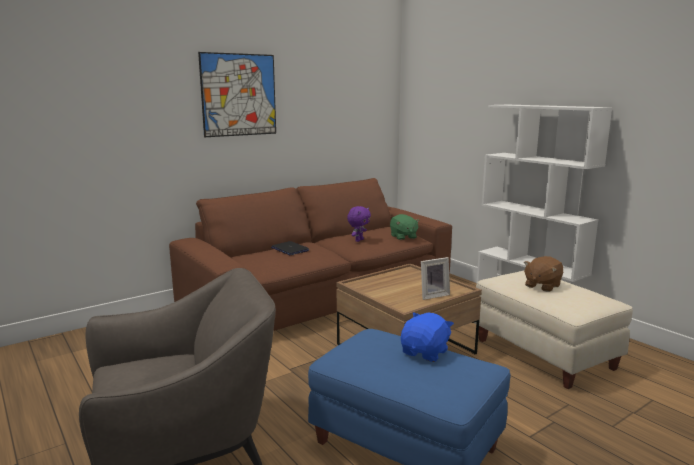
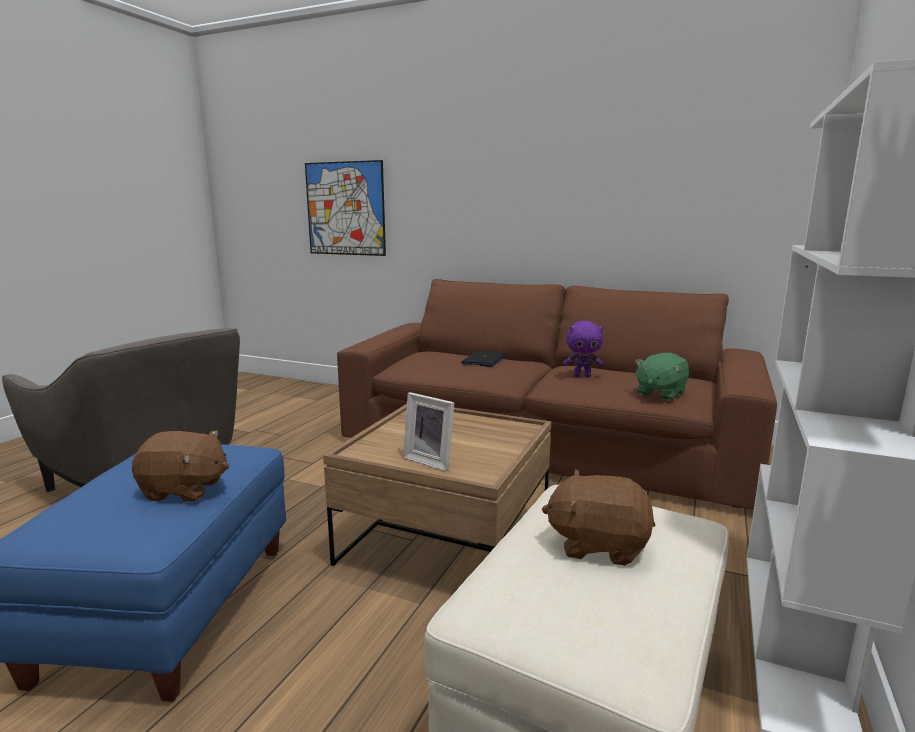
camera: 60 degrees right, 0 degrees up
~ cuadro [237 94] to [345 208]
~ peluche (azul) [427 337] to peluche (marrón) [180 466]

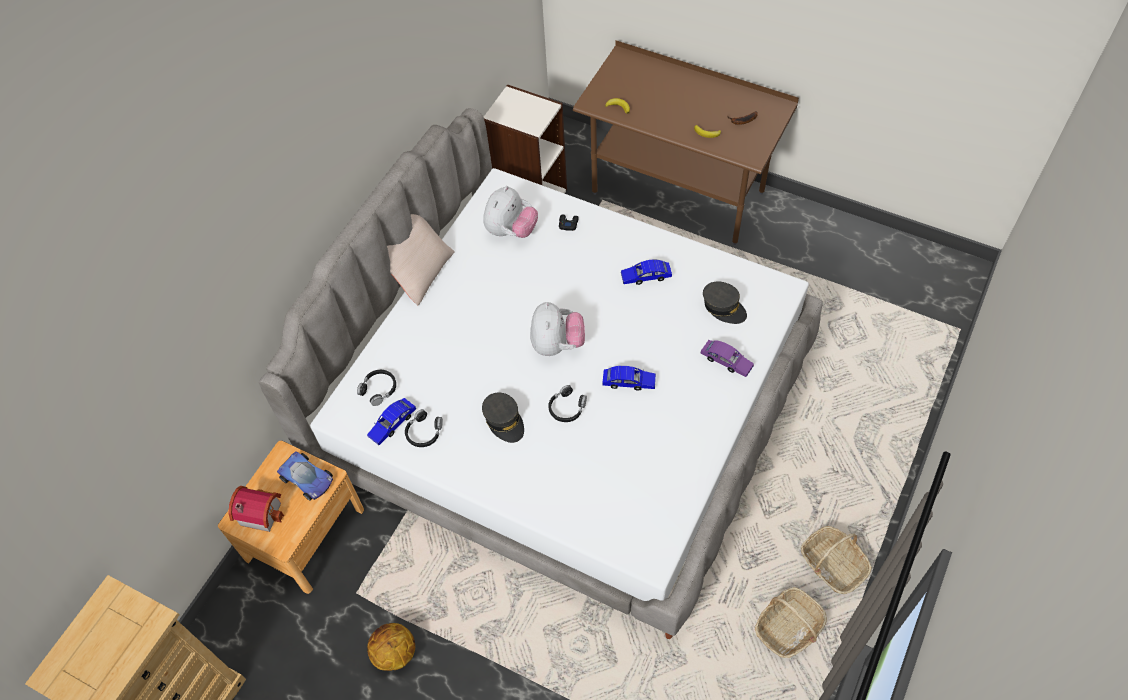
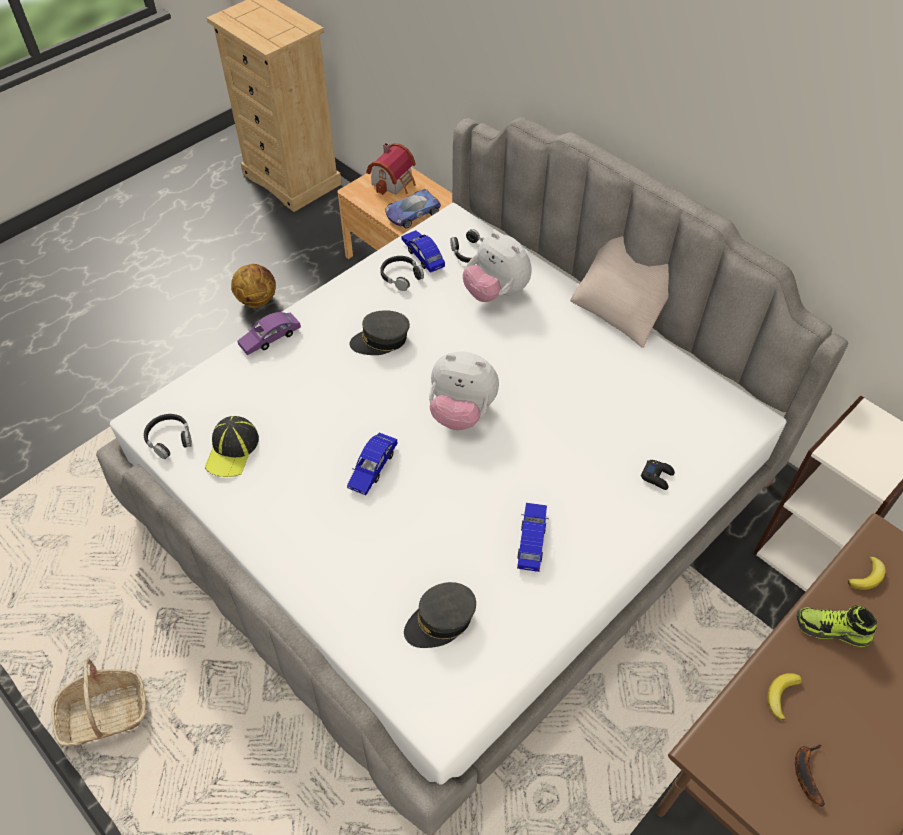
camera: 105 degrees right, 5 degrees down
~ peluche [510 212] to [497 267]
~ auriculares (negro) [567 403] to [168 436]
~ coche de juguete (morado) [727 358] to [269 333]
- cesta [791 622]
+ gorra [232 446]
+ zapato [837 626]

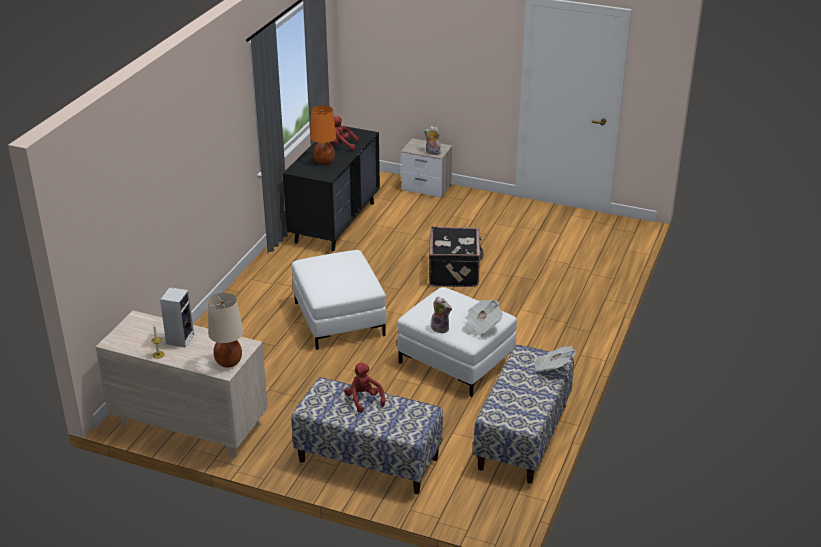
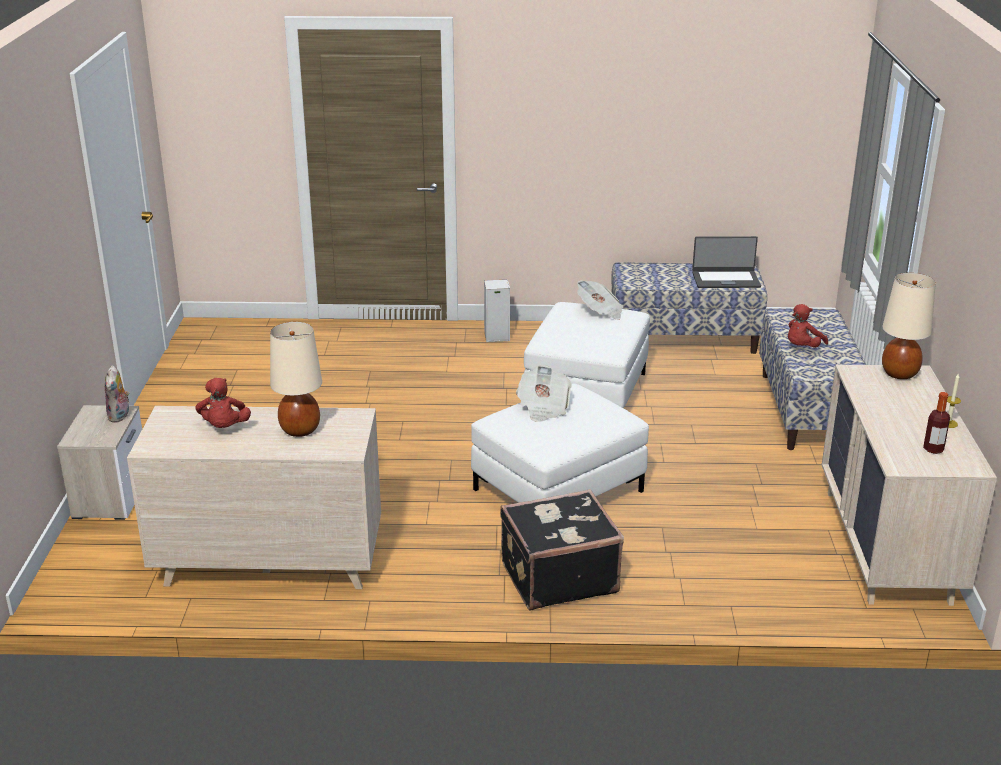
camera: 110 degrees left, 5 degrees down
~ altavoz [177 317] to [497 310]
~ cómoda (negro) [331 189] to cómoda (beis) [254 497]
~ lámpara de mesa (naranja) [323 135] to lámpara de mesa (beis) [296 379]
~ maleta (negro) [456 257] to [562 550]
- peluche [441 315]
~ periódico [555 359] to [544 393]
+ portátil [726 262]
+ botella [936 423]

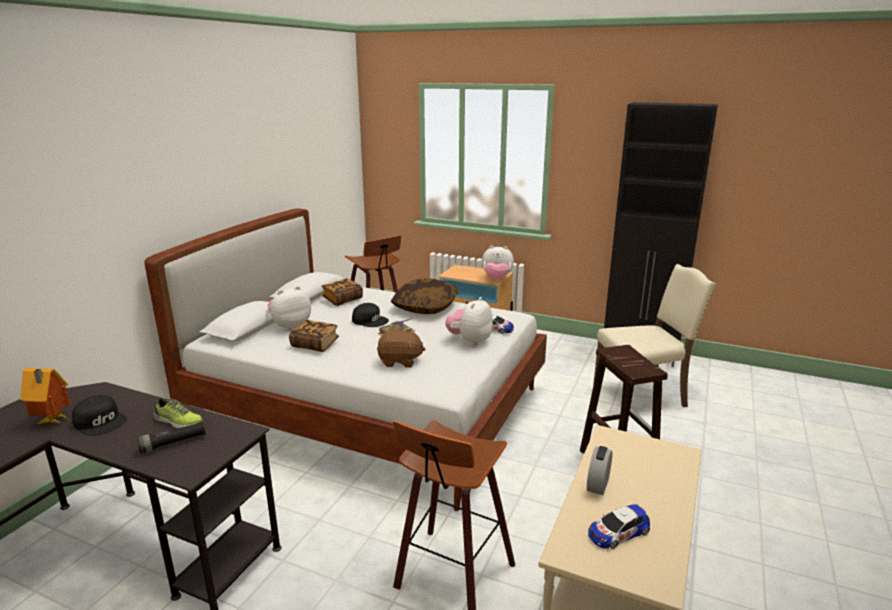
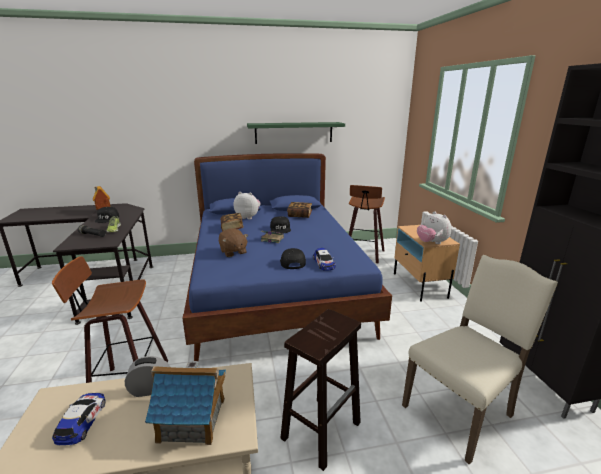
camera: 55 degrees right, 0 degrees up
~ cama (blanco) [345 359] to cama (azul) [287 257]
- cojín [424 296]
~ peluche [469 321] to gorra (negro) [293 258]
~ coche de juguete [619 526] = [79 419] 60 degrees clockwise
~ silla (beis) [654 335] = [480 359] 75 degrees counterclockwise
+ casita [185 403]
+ estante (verde) [296 133]

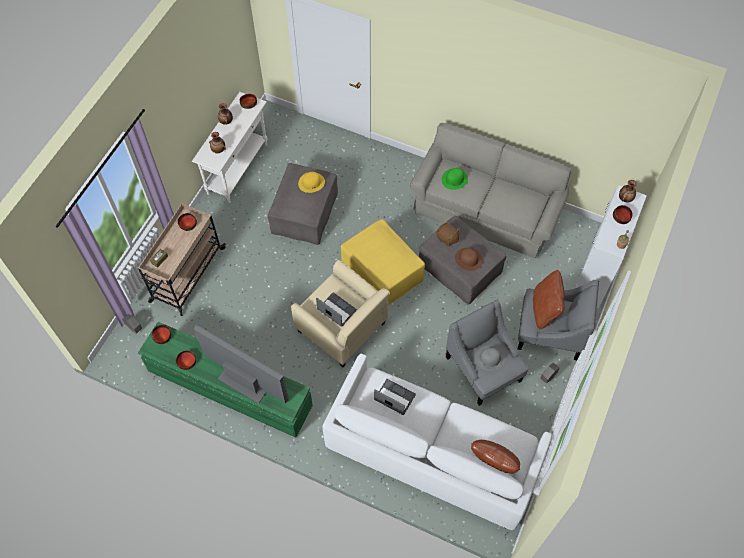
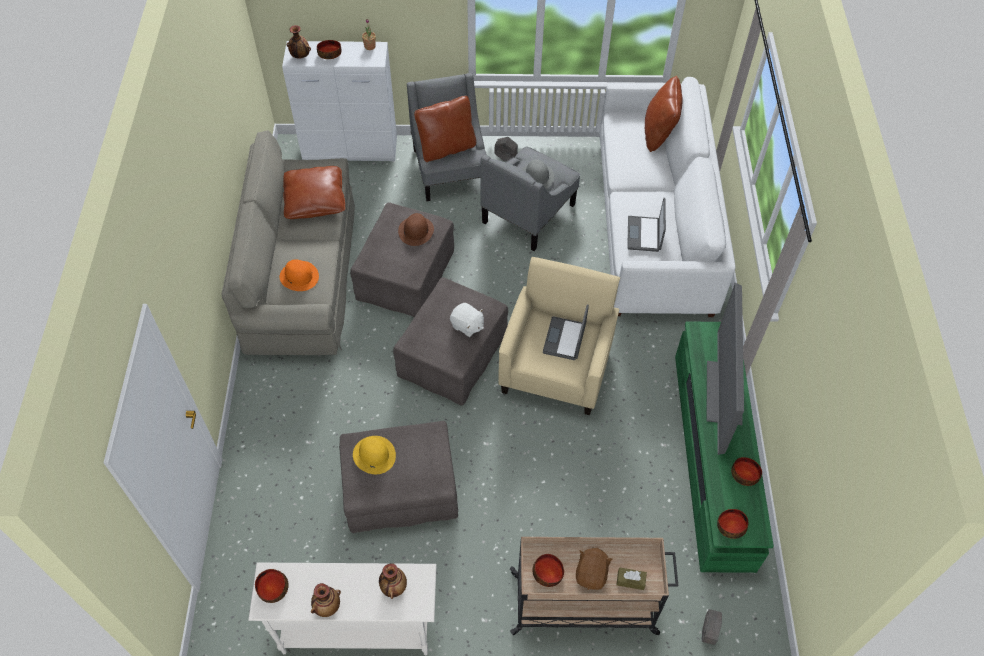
camera: 115 degrees left, 5 degrees down
~ puf (amarillo) [383 262] to puf (gris) [450 341]
~ peluche (marrón) [448 235] to [594 568]
~ sombrero (verde) [455 179] to sombrero (naranja) [299 275]
+ cojín (marrón) [314 192]
+ peluche (blanco) [467 320]

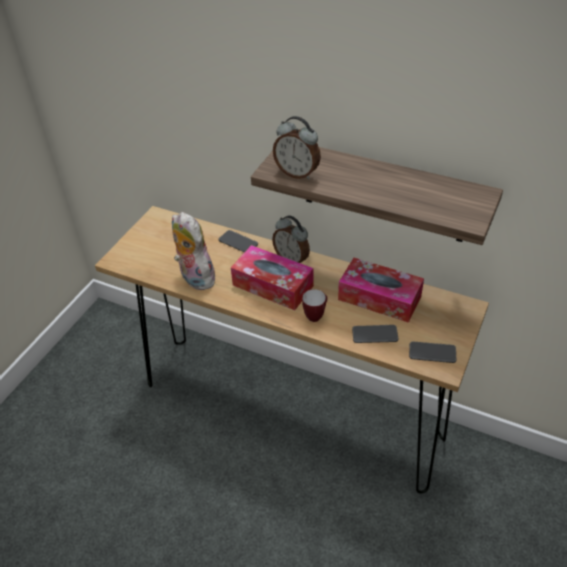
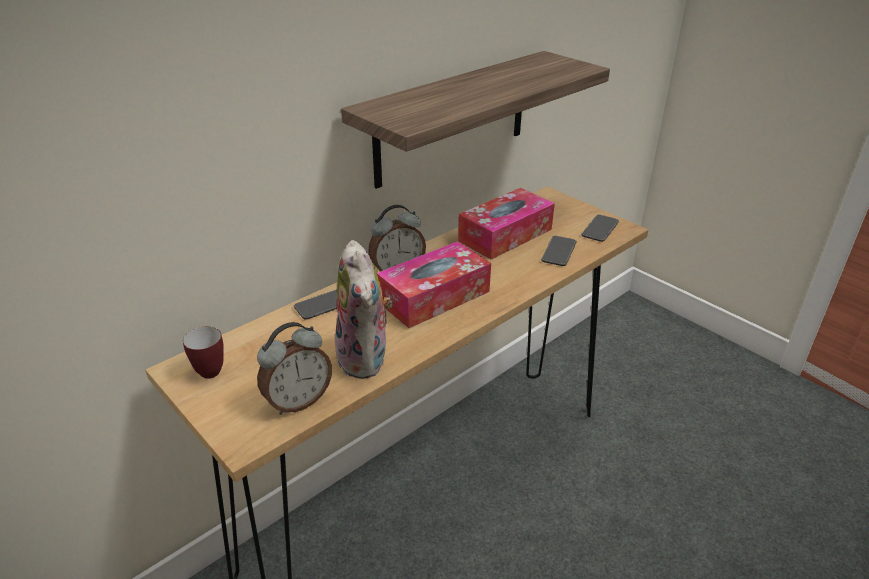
camera: 70 degrees left, 10 degrees down
~ peluche [193 251] = [364 309] 90 degrees counterclockwise
~ despertador [297 148] to [294 368]
~ taza grande [314 305] to [203 353]

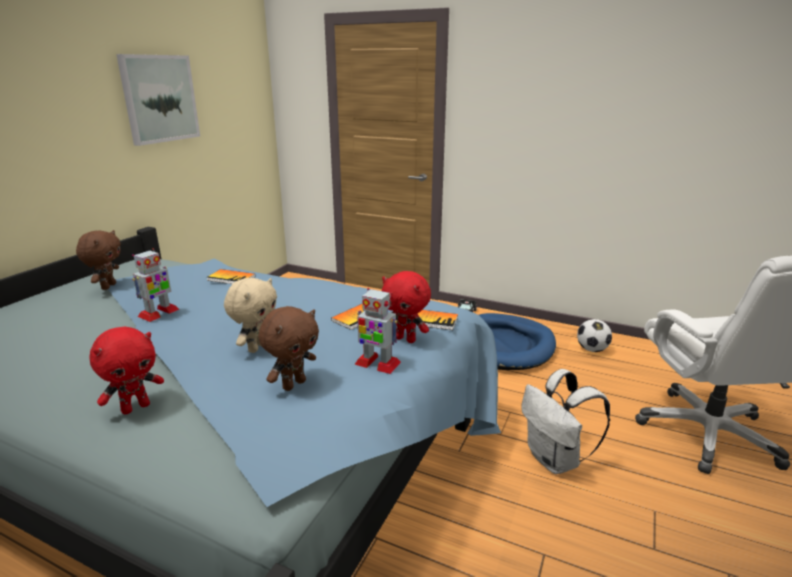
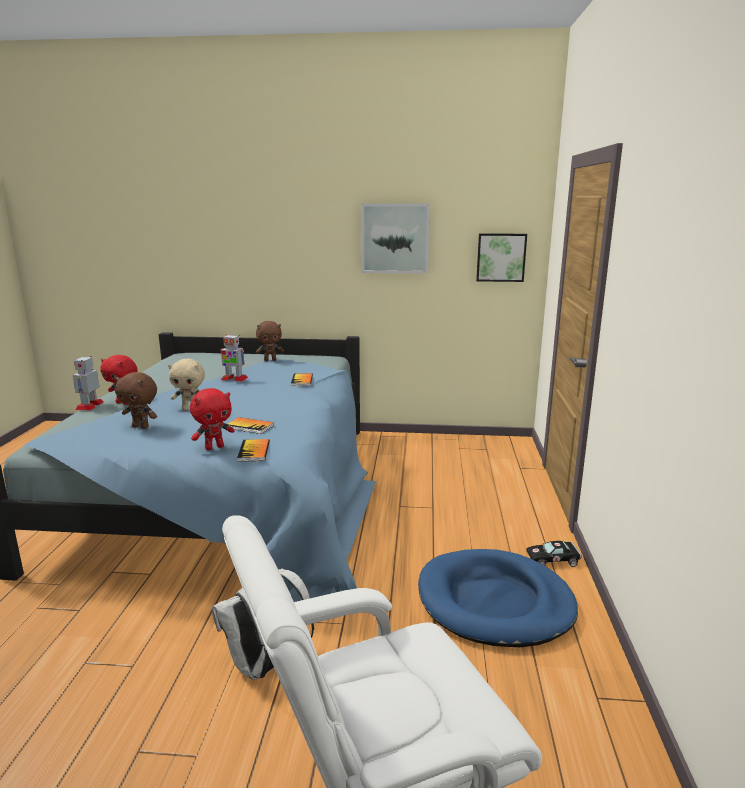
camera: 70 degrees right, 5 degrees down
~ robot de juguete [377 331] to [88 383]
~ peluche (rojo) [406 307] = [212 419] 135 degrees counterclockwise
- balón de fútbol [594 335]
+ cuadro [501 257]

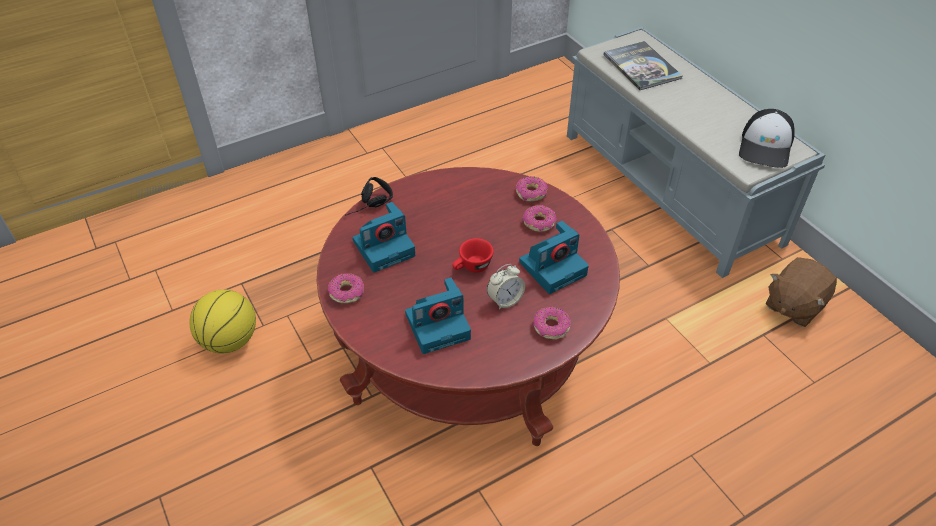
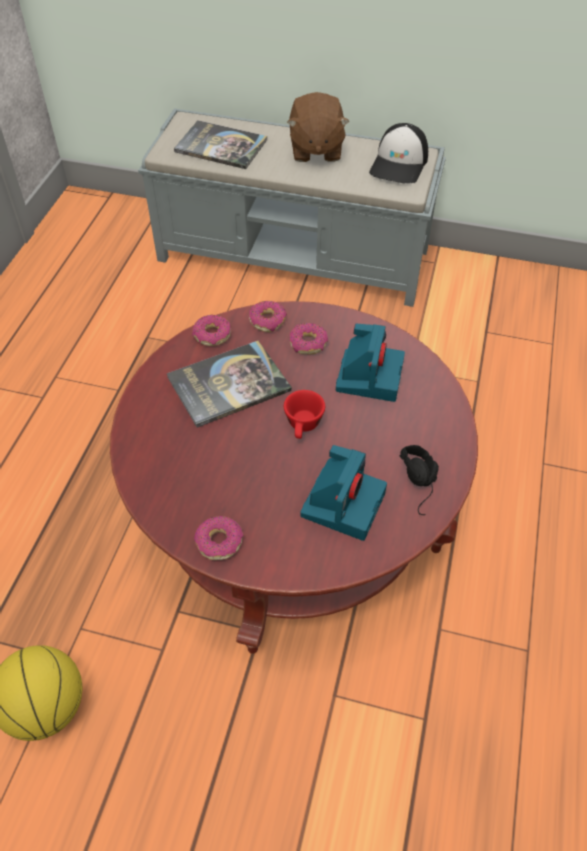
camera: 45 degrees left, 5 degrees up
~ auriculares (negro) [369 196] to [419 480]
- cámara [384 237]
- despertador [506 287]
~ rosquilla [552 323] to [211 330]
~ gorra [767 138] = [398 153] 45 degrees clockwise
~ peluche (marrón) [801 292] to [318 127]
+ libro [229 384]

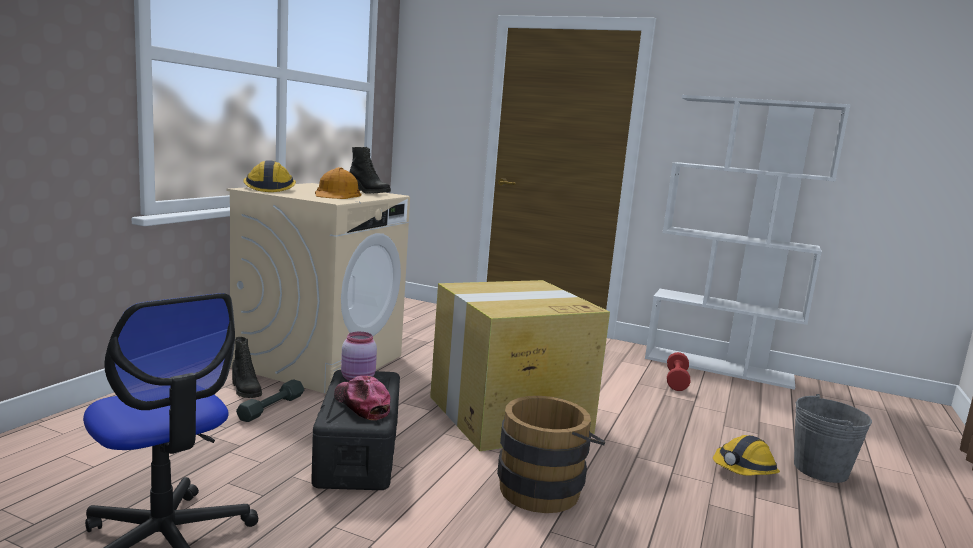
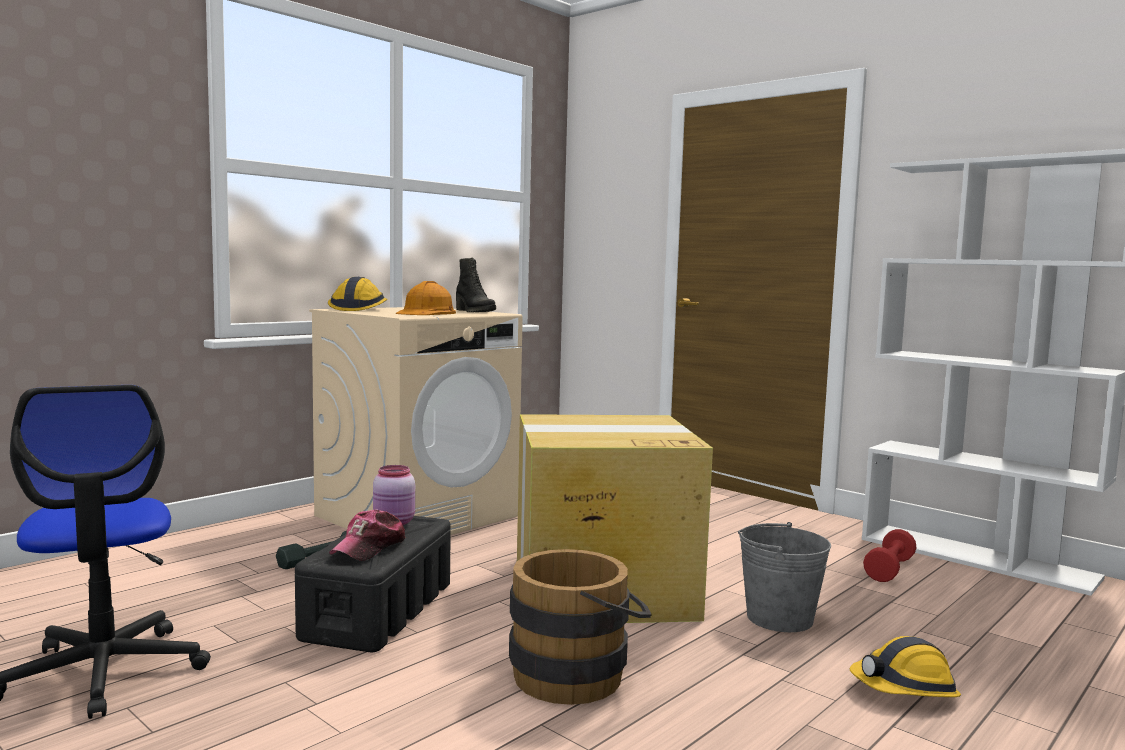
camera: 20 degrees right, 5 degrees down
- bota (negro) [247 367]
~ gorra [362 398] = [367 535] 135 degrees counterclockwise
~ cubo (gris) [833 438] to [784 577]

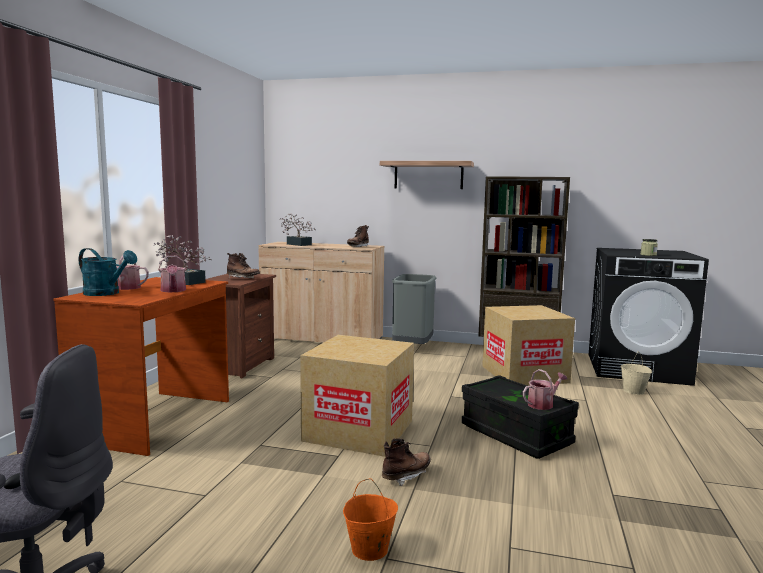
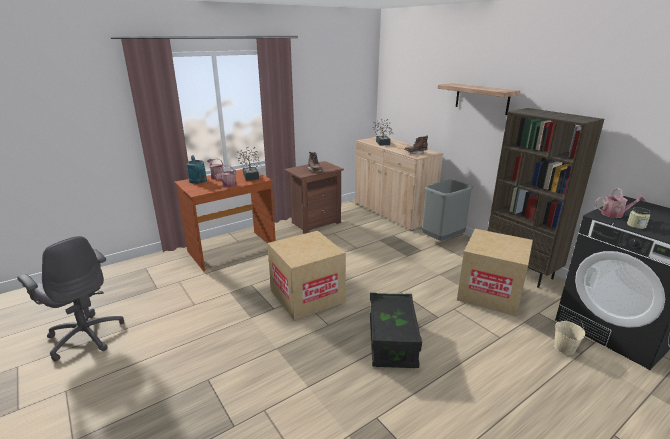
camera: 40 degrees right, 15 degrees up
- cubo (naranja) [370 519]
- bota (marrón) [406 462]
~ regadera [545 389] to [620 203]

